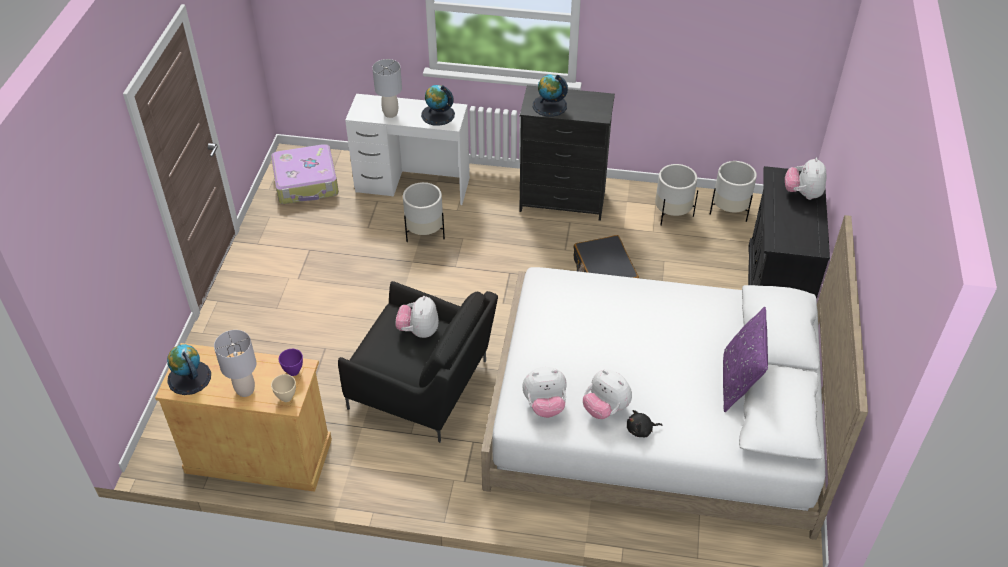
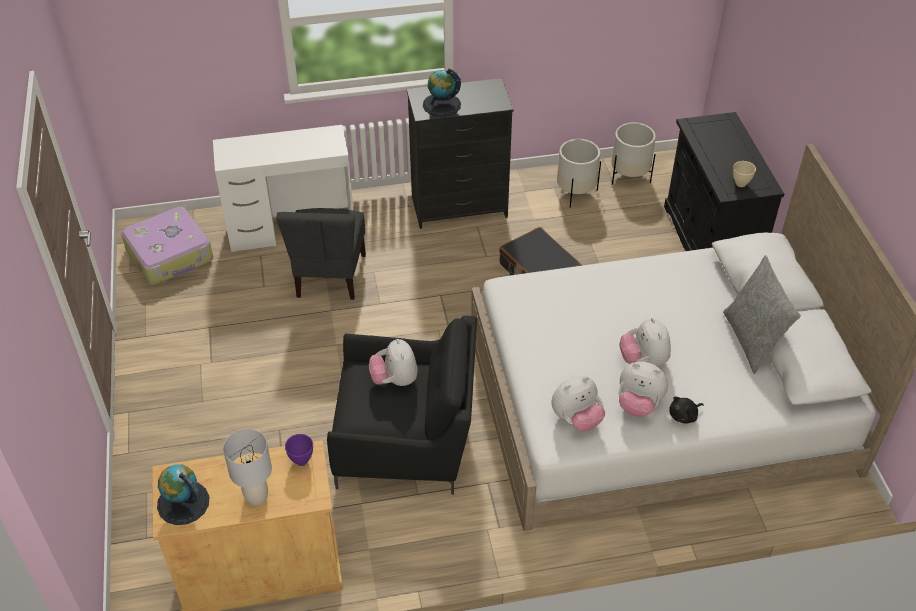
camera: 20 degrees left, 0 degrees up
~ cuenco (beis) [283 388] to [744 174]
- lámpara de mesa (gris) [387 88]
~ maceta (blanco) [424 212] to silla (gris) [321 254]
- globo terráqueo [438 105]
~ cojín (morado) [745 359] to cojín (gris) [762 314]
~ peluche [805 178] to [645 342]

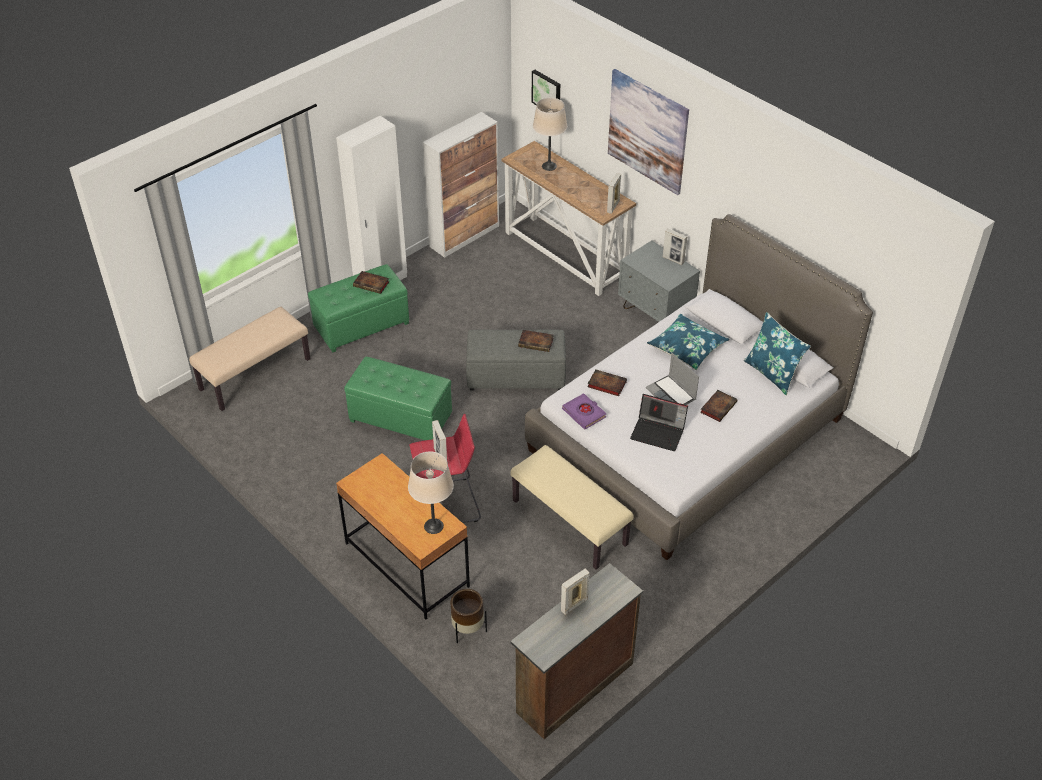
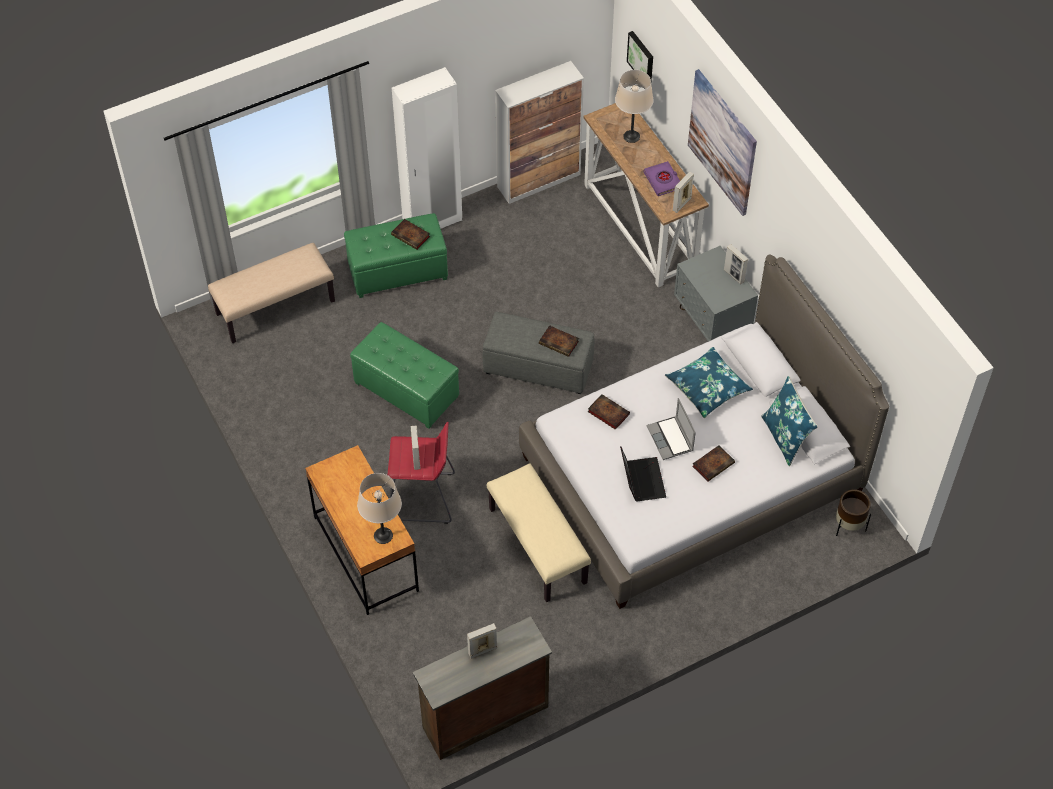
camera: 15 degrees right, 10 degrees up
~ maceta (marrón) [468 616] to [853 512]
~ libro (morado) [584 411] to [662 178]
~ portátil [659 422] = [643 474] 135 degrees counterclockwise

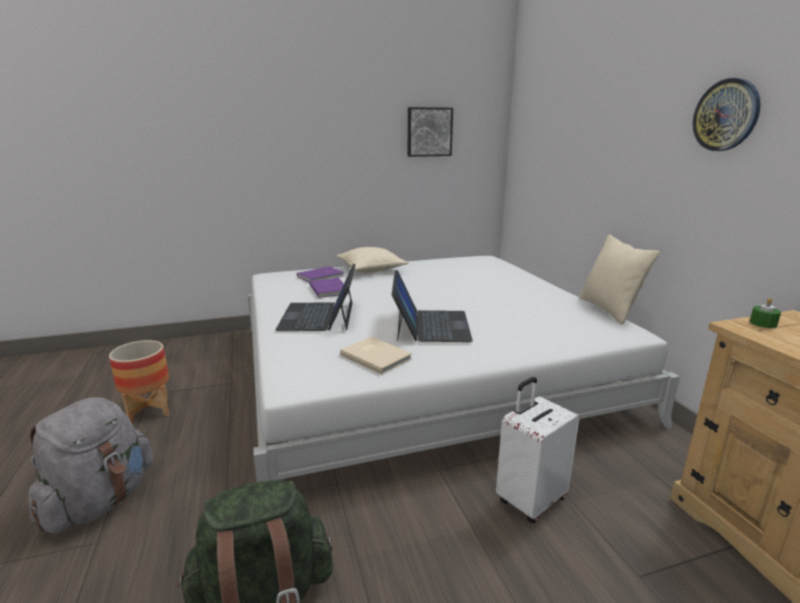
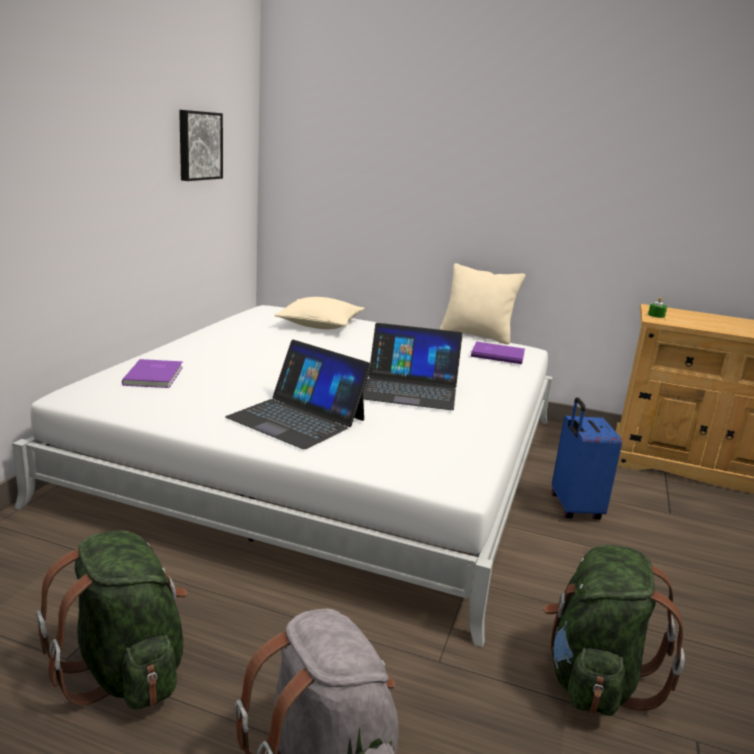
camera: 55 degrees left, 0 degrees up
~ maceta [139 382] to mochila (verde) [111 619]
~ libro (morado) [329 288] to [498 353]
~ cojín (beis) [373 260] to [319 313]
- libro (beis) [376 355]
~ portátil [432 306] = [413 366] 150 degrees clockwise
~ maleta (blanco) [538 450] to maleta (azul) [587 458]
- reloj de pared [727 114]

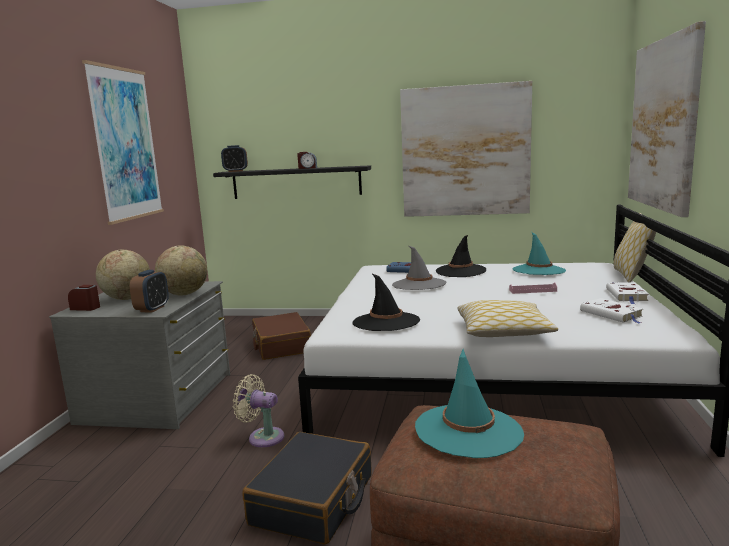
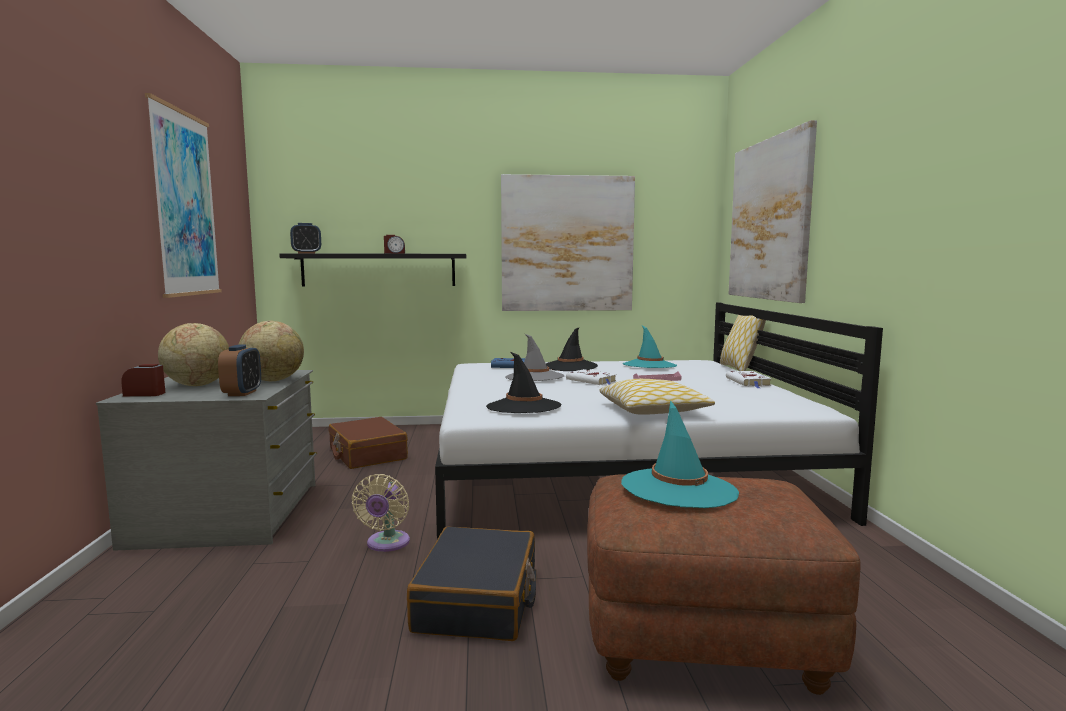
camera: 15 degrees left, 5 degrees down
~ ventilador (beis) [258 410] = [380 513] 90 degrees counterclockwise
~ libro (blanco) [611 311] to [591 377]

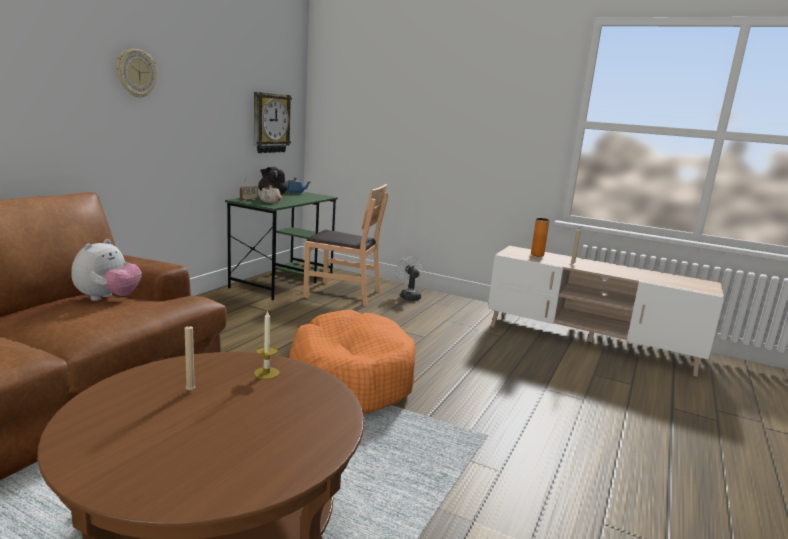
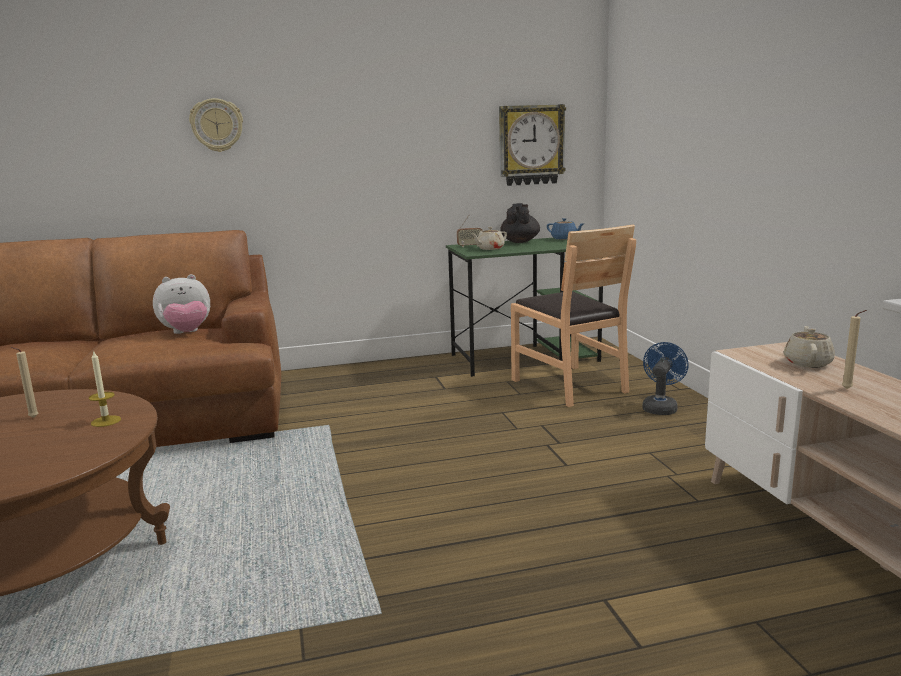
camera: 50 degrees right, 0 degrees up
~ reloj de pared [136 73] to [216 125]
- cama para perro (naranja) [352 362]
~ ventilador (blanco) [409 278] to ventilador (azul) [665 378]
~ florero (naranja) [540 237] to tetera (beis) [809 347]

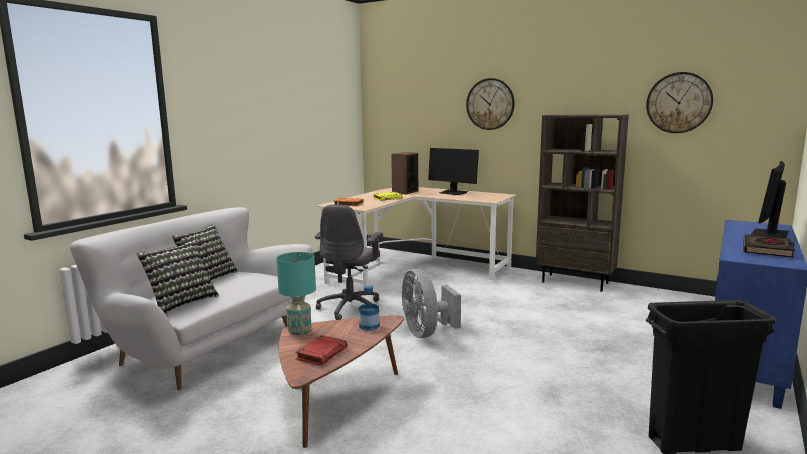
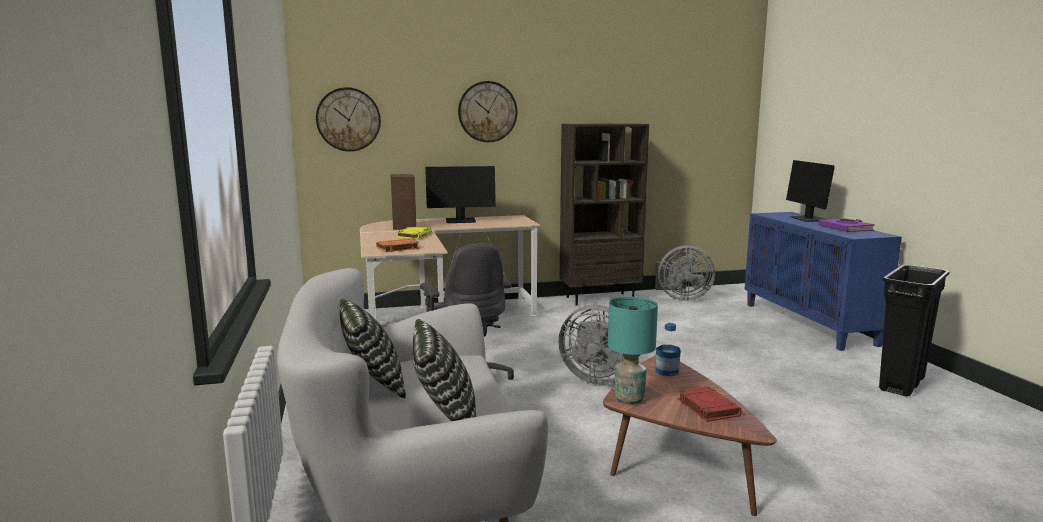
camera: 45 degrees left, 0 degrees up
~ reloj de pared [679 102] to [348 119]
~ libro (negro) [769 246] to libro (morado) [846 225]
+ ventilador (gris) [685 273]

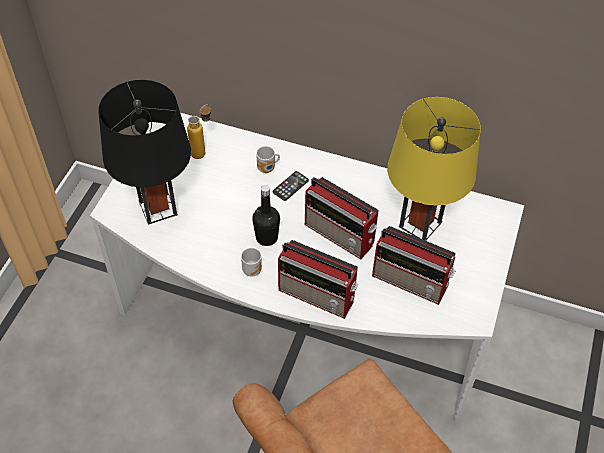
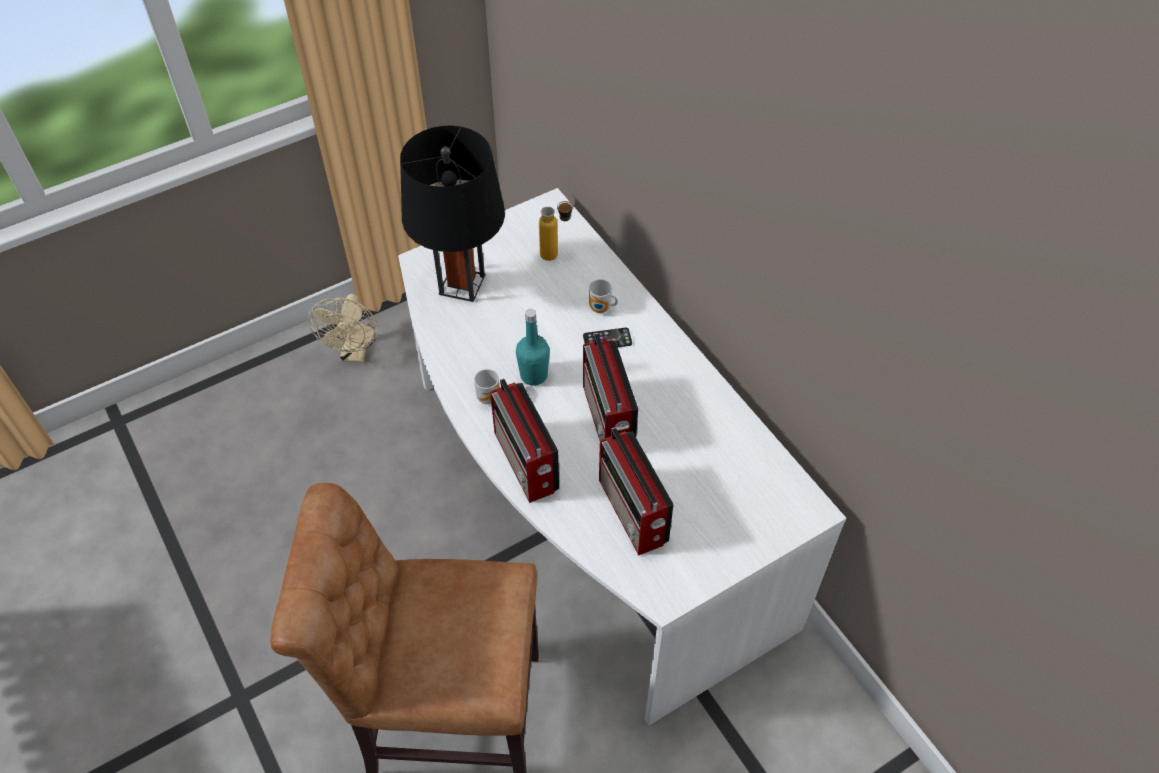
camera: 40 degrees right, 0 degrees up
~ botella (negro) [266 215] to botella (turquesa) [533 347]
- lámpara de mesa (amarillo) [434 169]
+ ventilador (beis) [343 328]

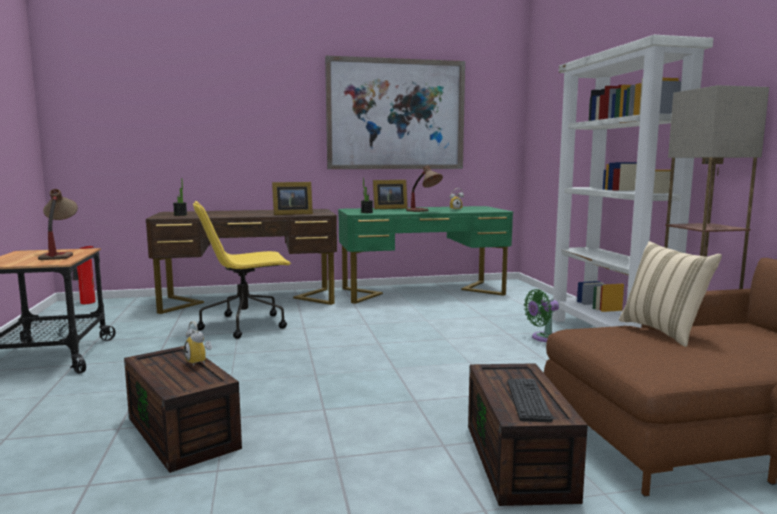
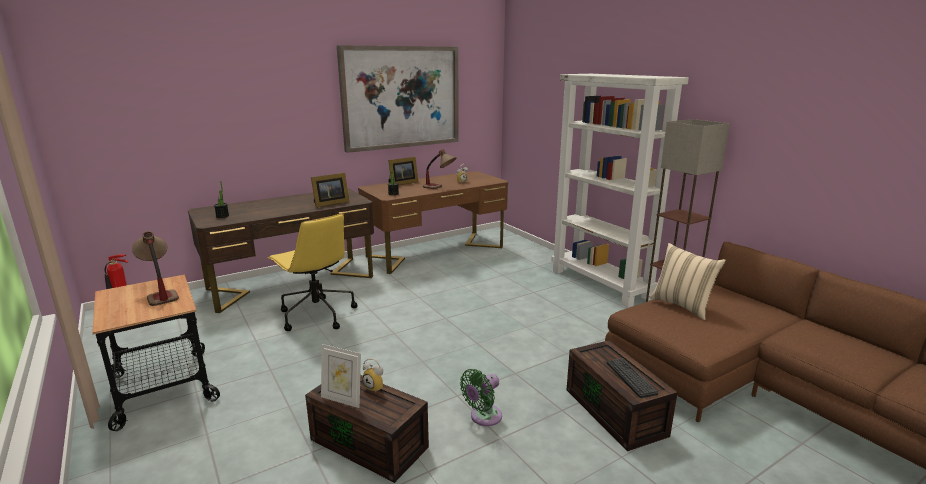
camera: 20 degrees left, 10 degrees up
~ silla de oficina (amarillo) [242 270] = [313 272] 90 degrees counterclockwise
~ escritorio (verde) [425 255] to escritorio (marrón) [433 222]
~ ventilador (verde) [541 315] to [481 397]
+ portarretratos [341 376]

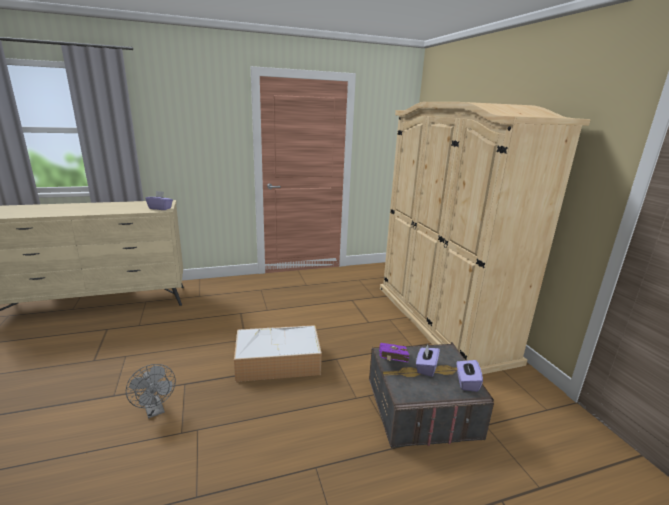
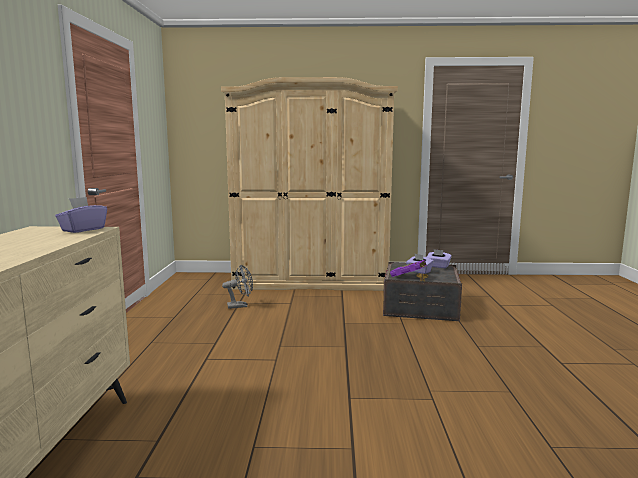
camera: 70 degrees left, 10 degrees down
~ ventilador (gris) [151 391] to [237 287]
- caja de almacenaje [278 353]

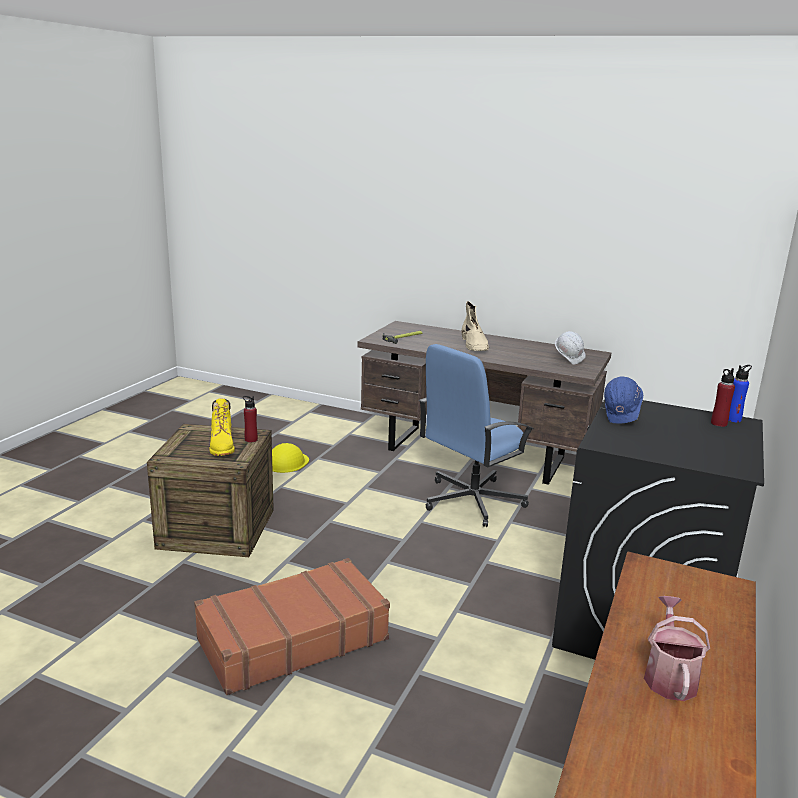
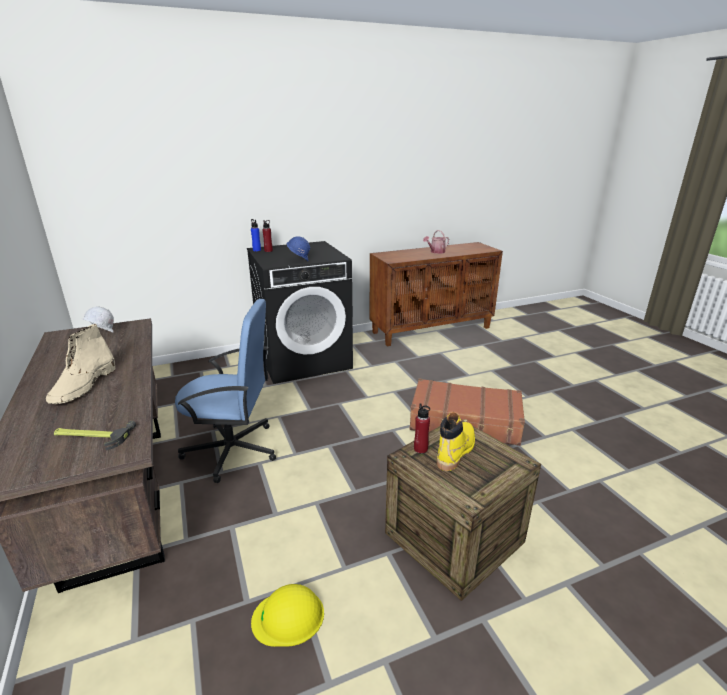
camera: 135 degrees left, 5 degrees up
~ bota (beis) [475 326] = [80 364] 150 degrees clockwise

